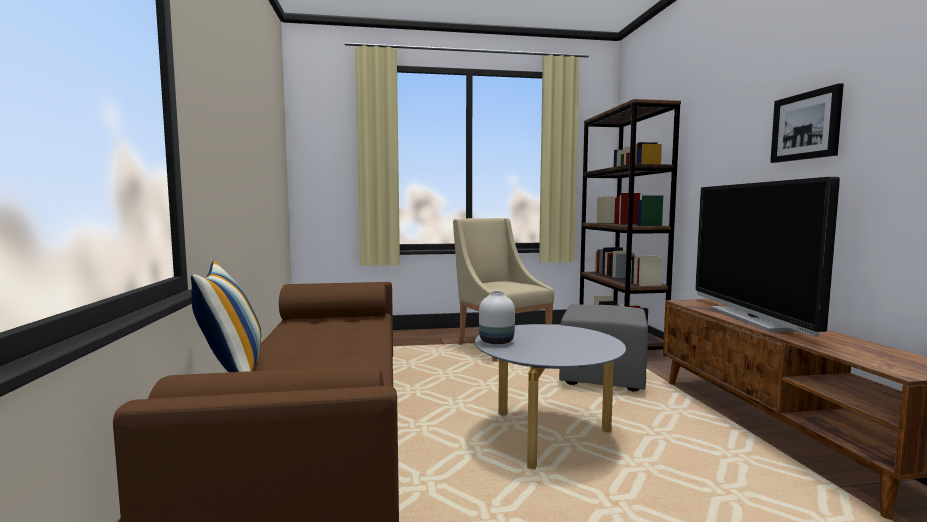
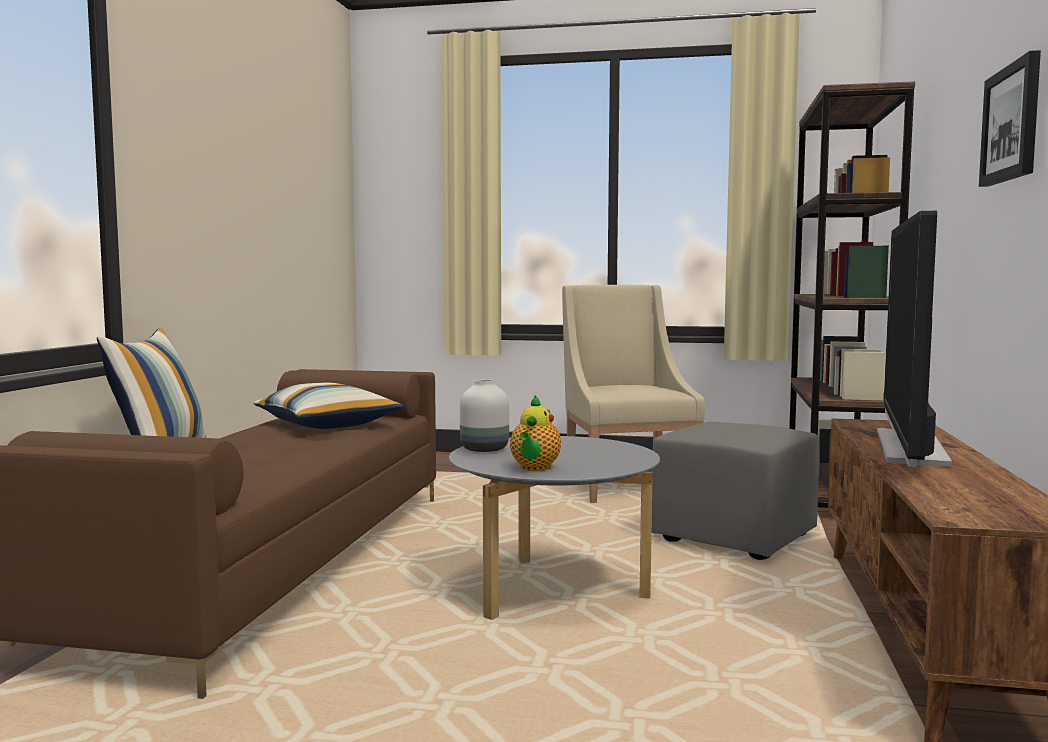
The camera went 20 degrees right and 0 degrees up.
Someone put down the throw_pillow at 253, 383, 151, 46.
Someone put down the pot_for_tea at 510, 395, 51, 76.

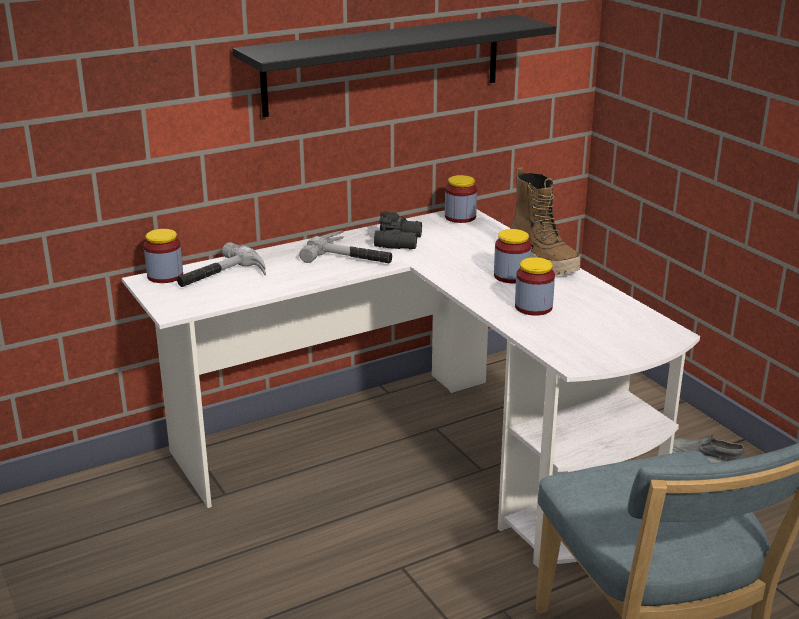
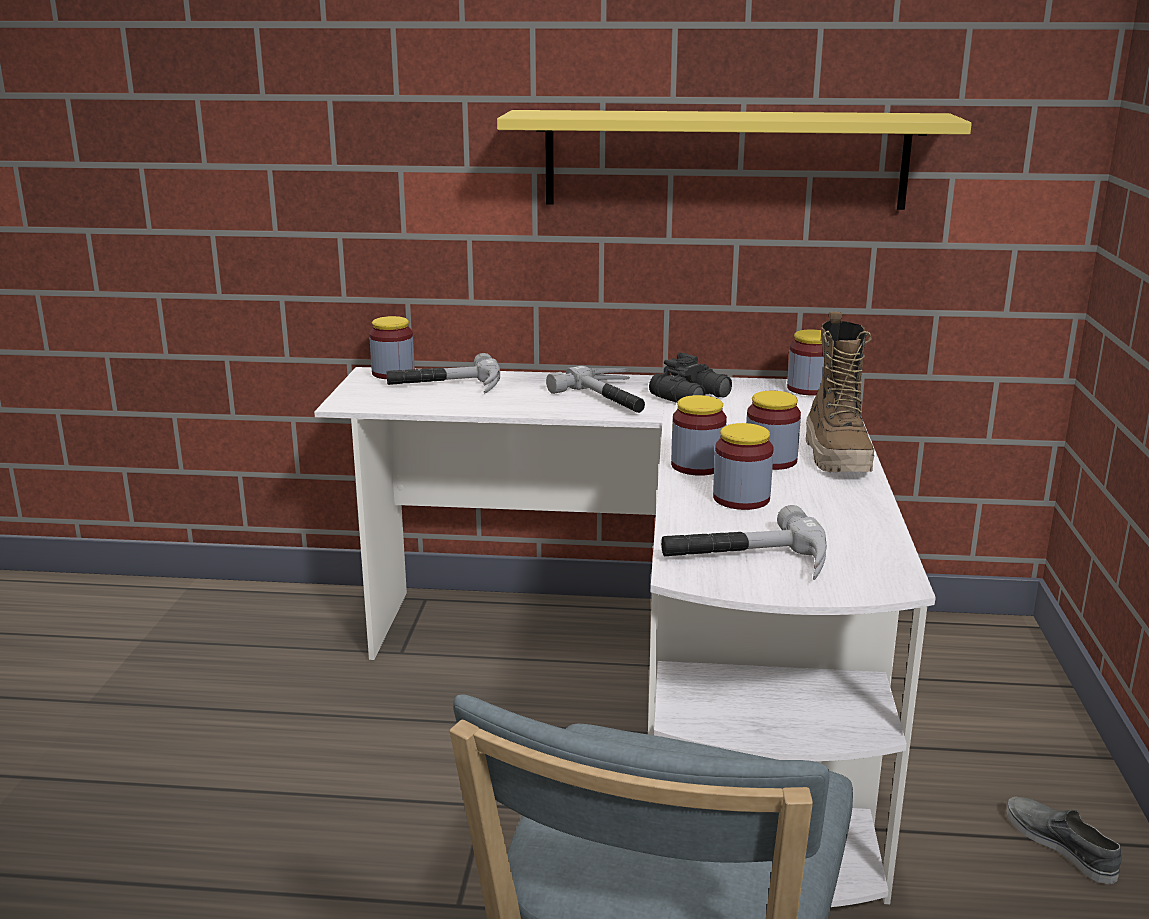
The camera went 35 degrees right and 5 degrees down.
Someone repainted the blackish_shelf at 233, 14, 323, 103, which became the yellow_shelf at 497, 110, 475, 100.
Someone put down the hammer at 661, 505, 165, 75.
Someone put down the jar at 671, 395, 56, 81.

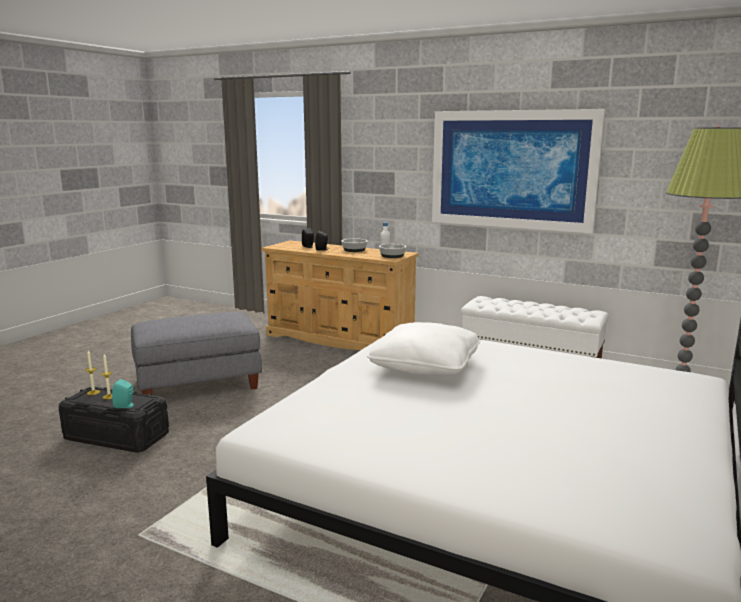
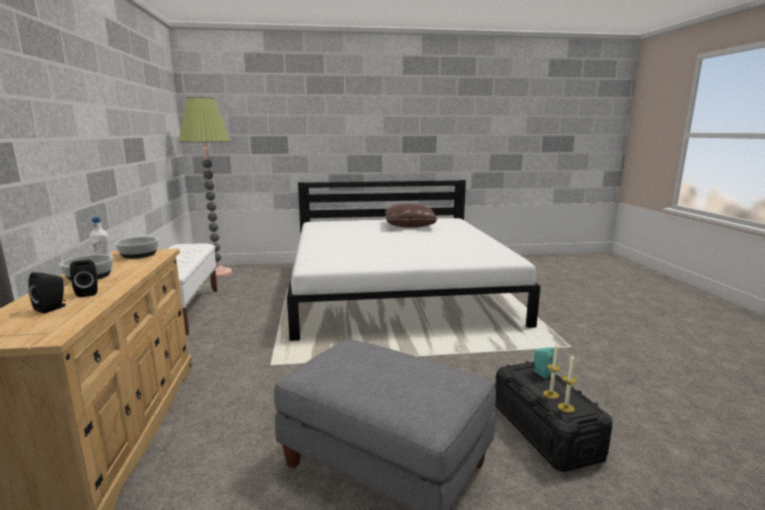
The camera went 125 degrees left and 0 degrees up.
Someone took away the white-coloured_throw_pillow at 367, 322, 113, 54.
Someone took away the wall_art at 432, 109, 173, 125.
Someone put down the brown_throw_pillow at 385, 203, 52, 25.

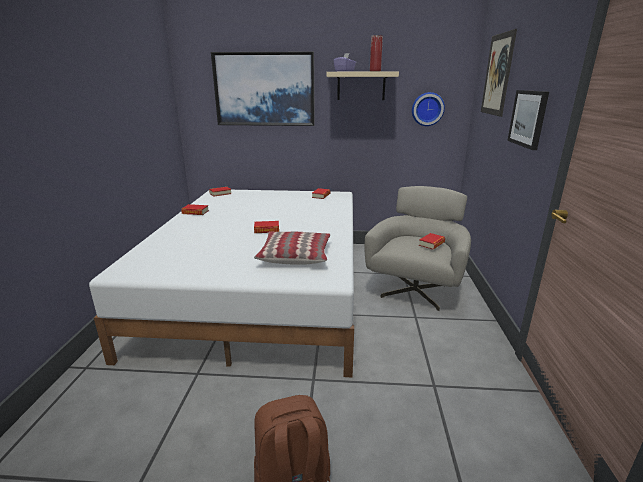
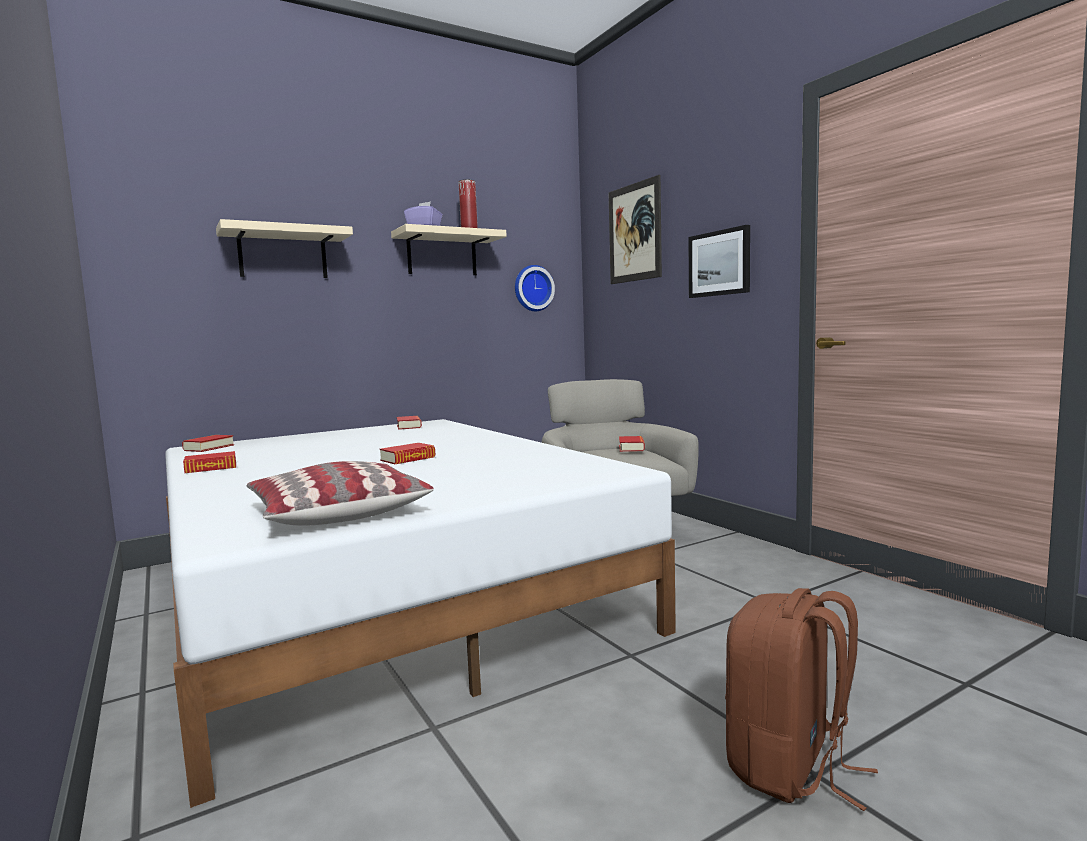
The camera went 35 degrees left and 15 degrees down.
Someone swapped the wall_art at 211, 51, 104, 75 for the sand-coloured_shelf at 216, 219, 137, 59.
Someone carried the throw_pillow from 254, 232, 76, 33 to 247, 461, 187, 65.

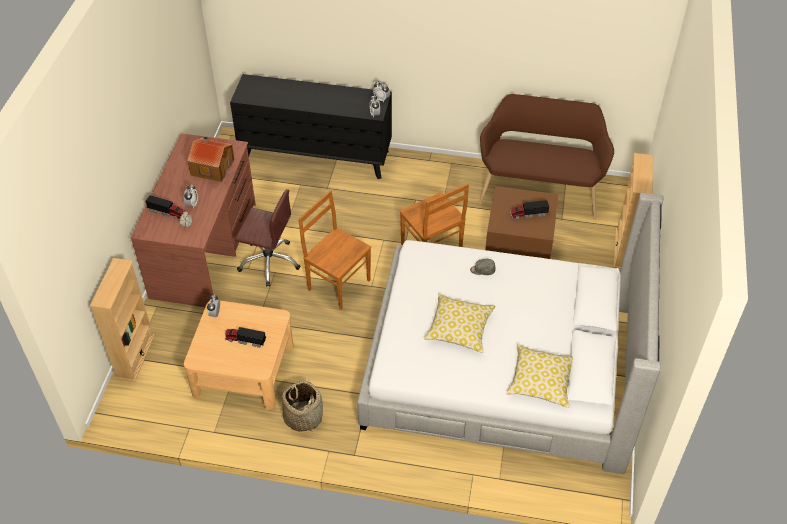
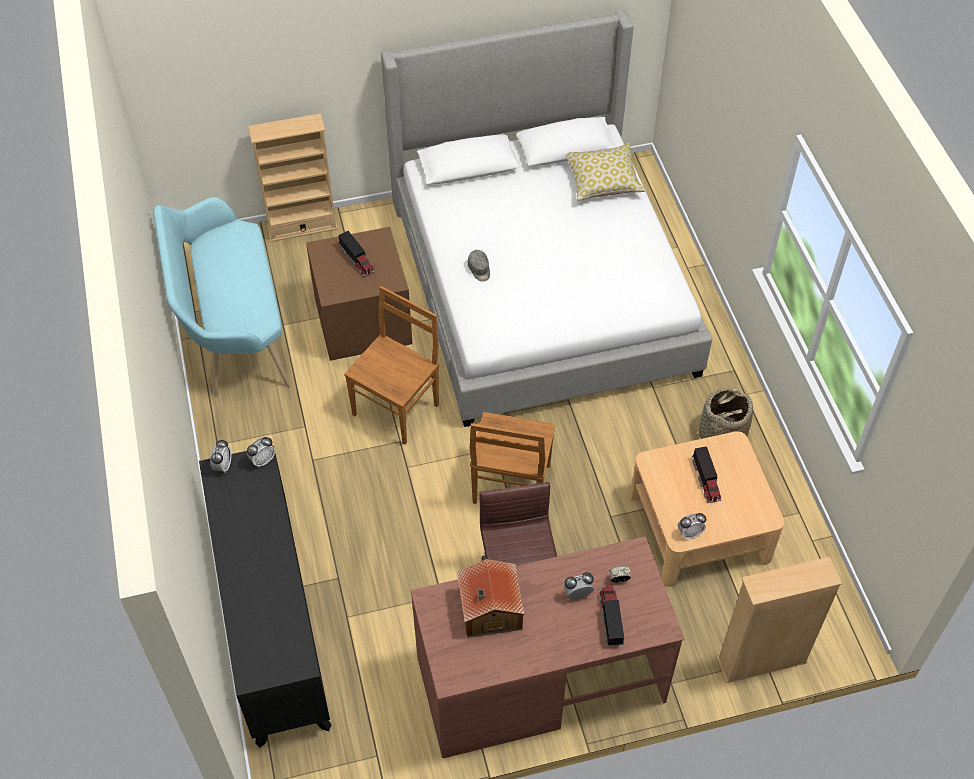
The camera went 115 degrees left and 5 degrees up.
Someone took away the throw_pillow at 424, 294, 71, 59.
Someone repainted the brown_long_seat at 479, 94, 135, 126, which became the blue-green_long_seat at 154, 197, 136, 200.

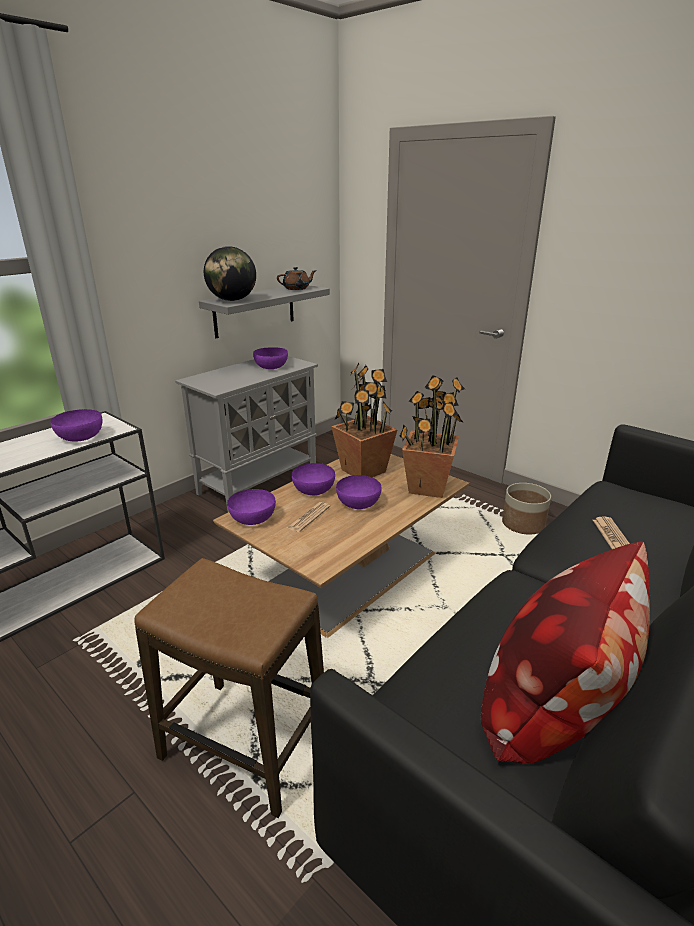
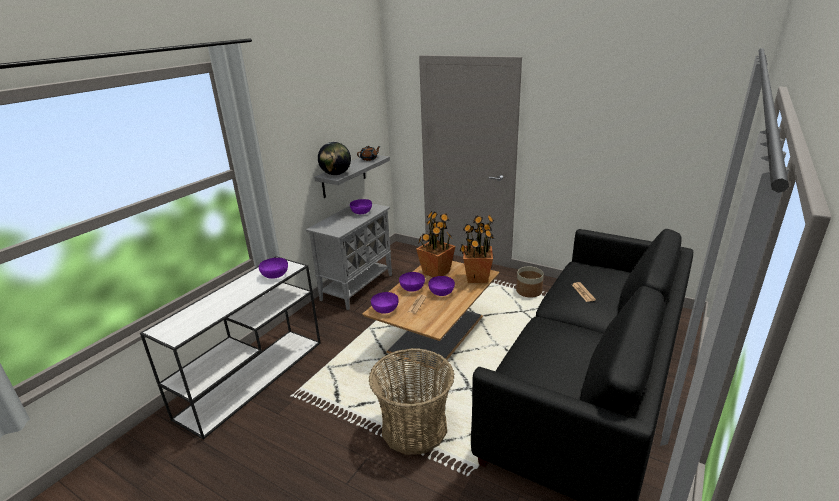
The camera went 10 degrees left and 0 degrees up.
Someone swapped the sitting_stool at 135, 558, 189, 260 for the basket at 369, 348, 85, 107.
Someone took away the throw_pillow at 481, 541, 169, 223.

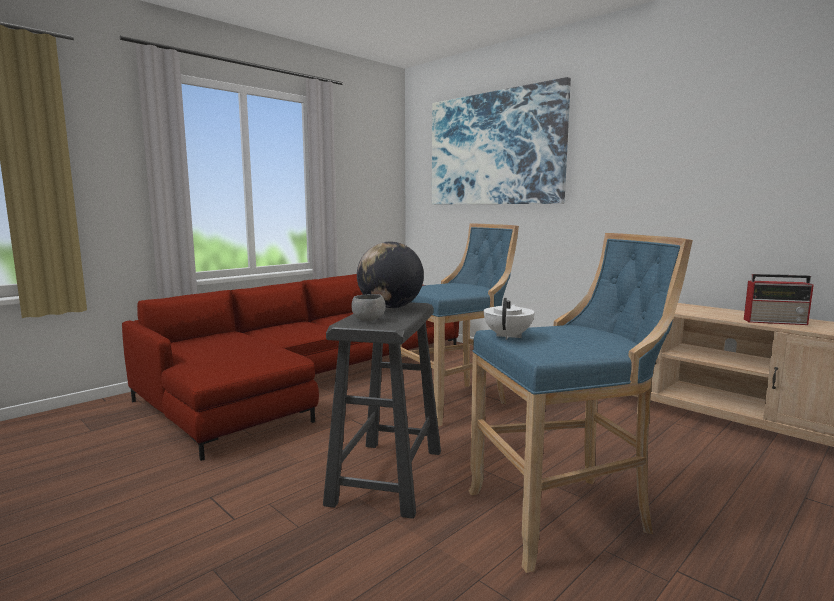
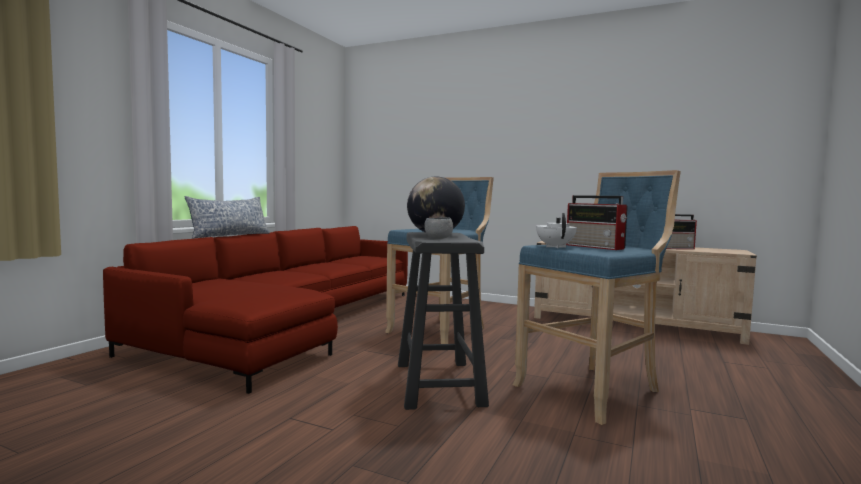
The camera went 20 degrees left and 5 degrees down.
Someone took away the wall_art at 432, 77, 139, 127.
Someone put down the throw_pillow at 184, 196, 86, 42.
Someone put down the radio_receiver at 566, 195, 62, 55.

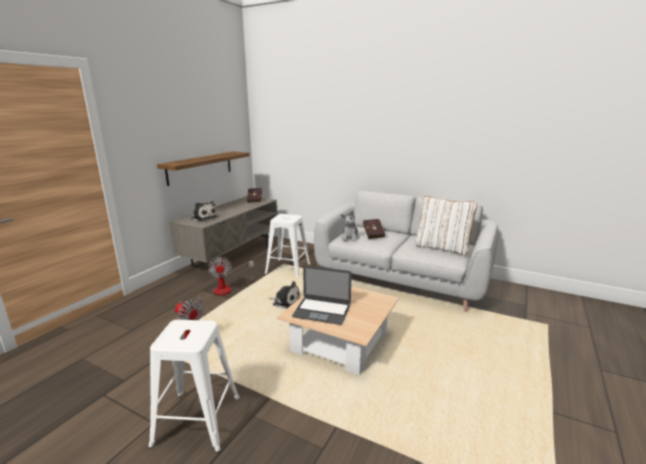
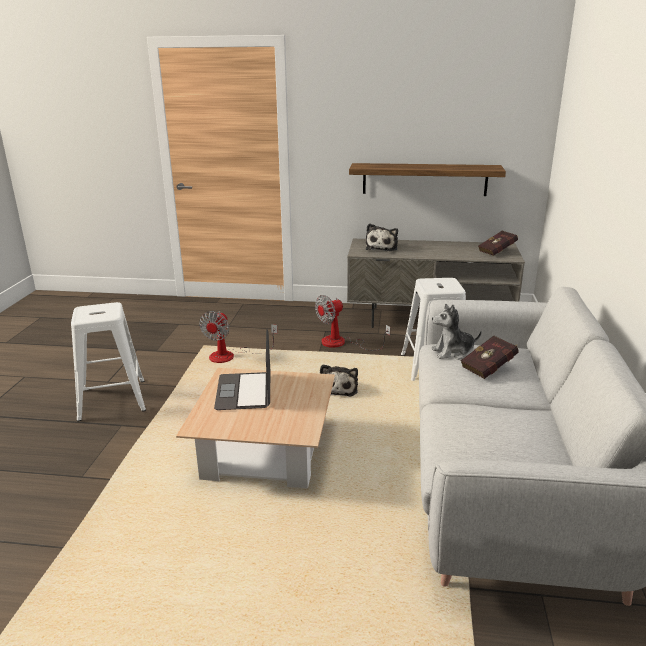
The camera went 70 degrees right and 5 degrees up.
Someone took away the white-coloured_throw_pillow at 415, 196, 62, 59.

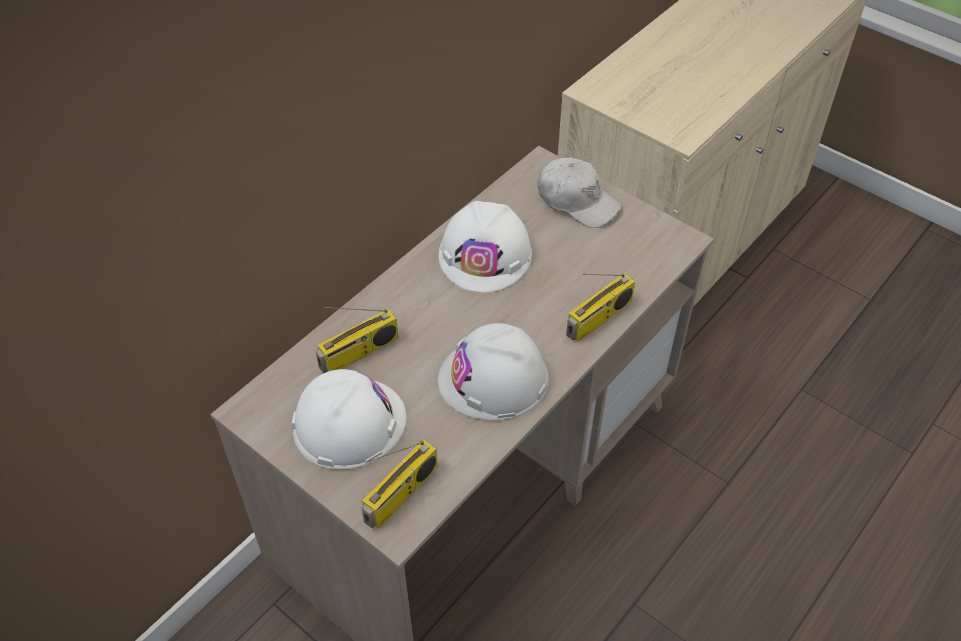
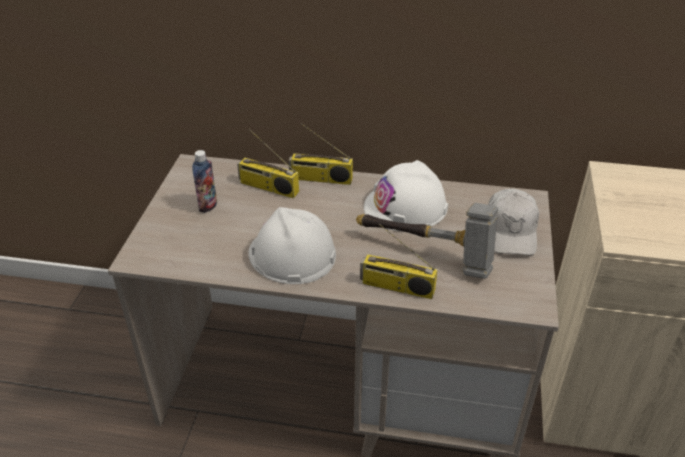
The camera went 60 degrees right and 10 degrees down.
Someone swapped the white-coloured_hard_hat at 292, 369, 114, 101 for the drink_bottle at 192, 150, 25, 63.
Someone carried the radio_receiver from 362, 439, 76, 89 to 288, 123, 65, 62.
Someone put down the hammer at 356, 203, 142, 76.

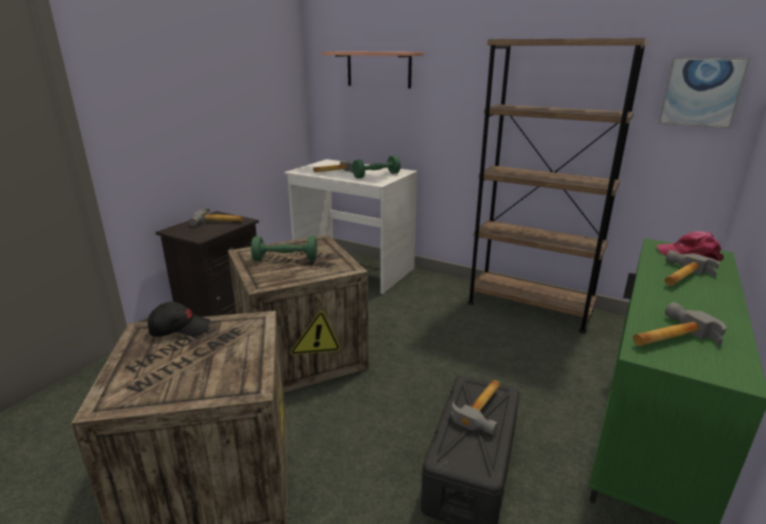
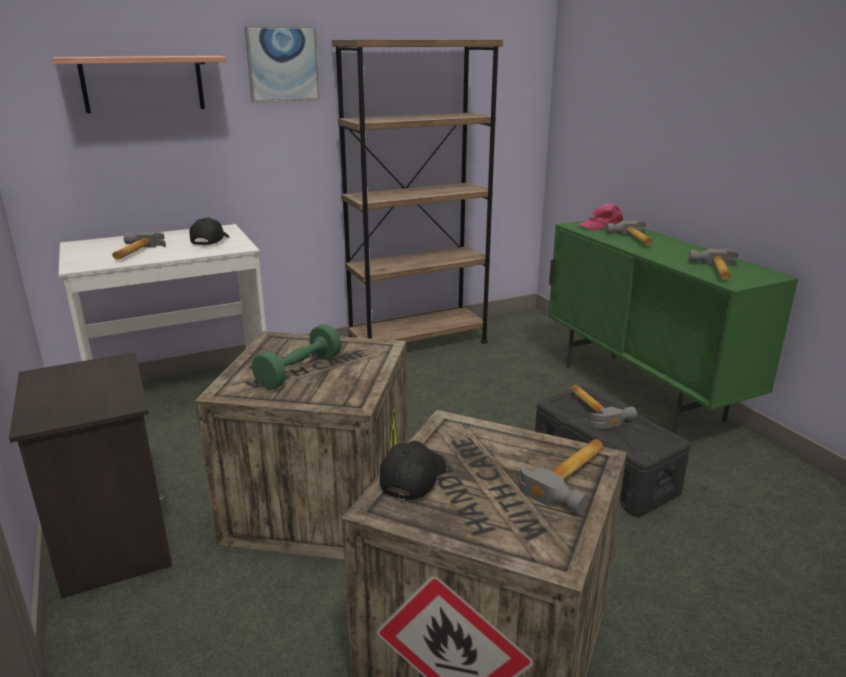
The camera went 55 degrees left and 0 degrees up.
Someone carried the hammer from 189, 208, 54, 18 to 518, 439, 86, 76.
Someone swapped the green-coloured_free_weight at 352, 155, 49, 23 for the blackish_baseball_cap at 189, 217, 40, 28.
Someone carried the wall_art from 658, 58, 92, 70 to 244, 26, 76, 77.

